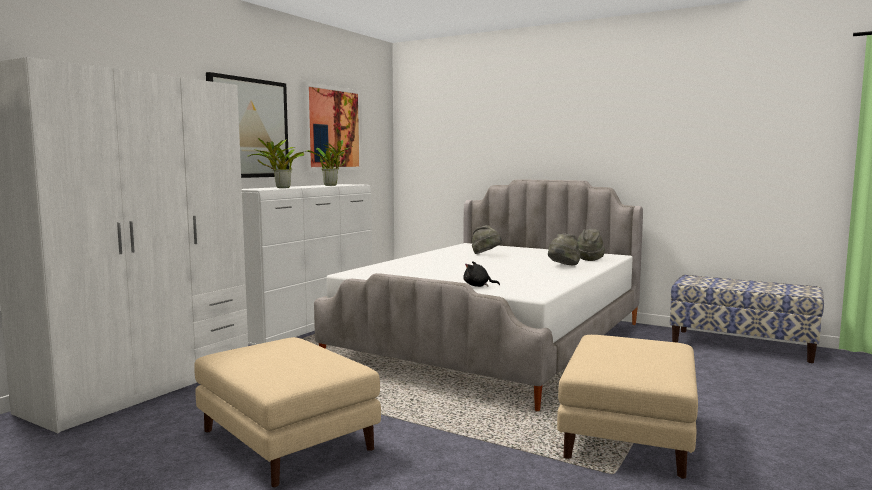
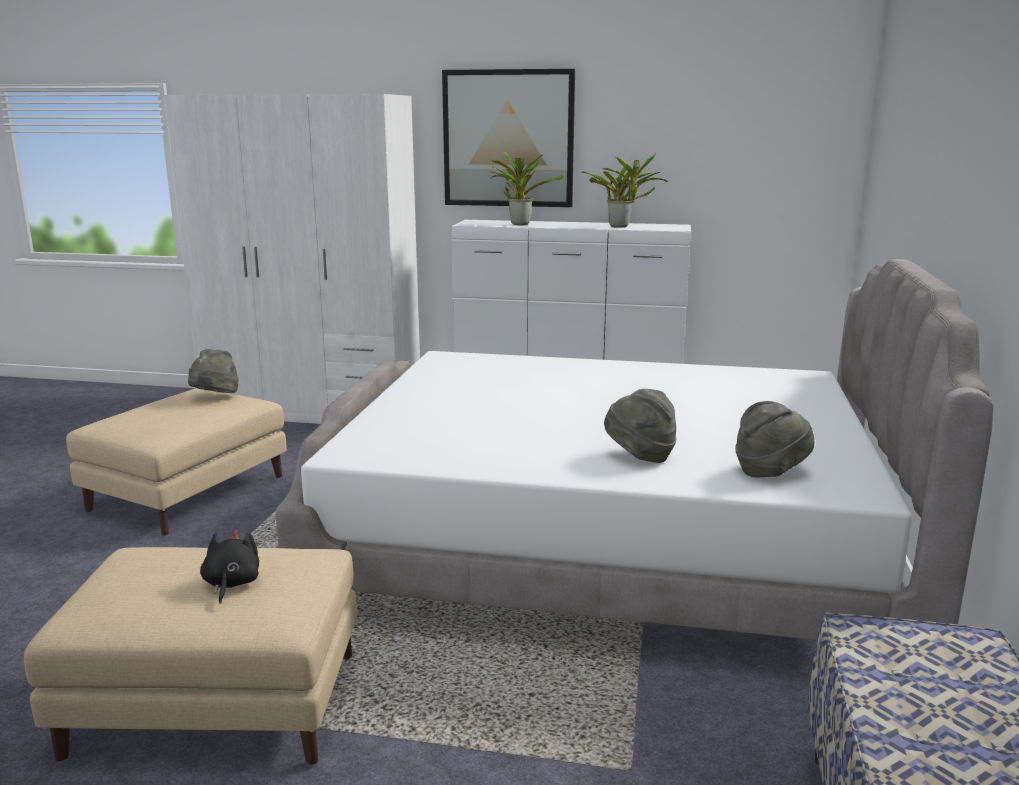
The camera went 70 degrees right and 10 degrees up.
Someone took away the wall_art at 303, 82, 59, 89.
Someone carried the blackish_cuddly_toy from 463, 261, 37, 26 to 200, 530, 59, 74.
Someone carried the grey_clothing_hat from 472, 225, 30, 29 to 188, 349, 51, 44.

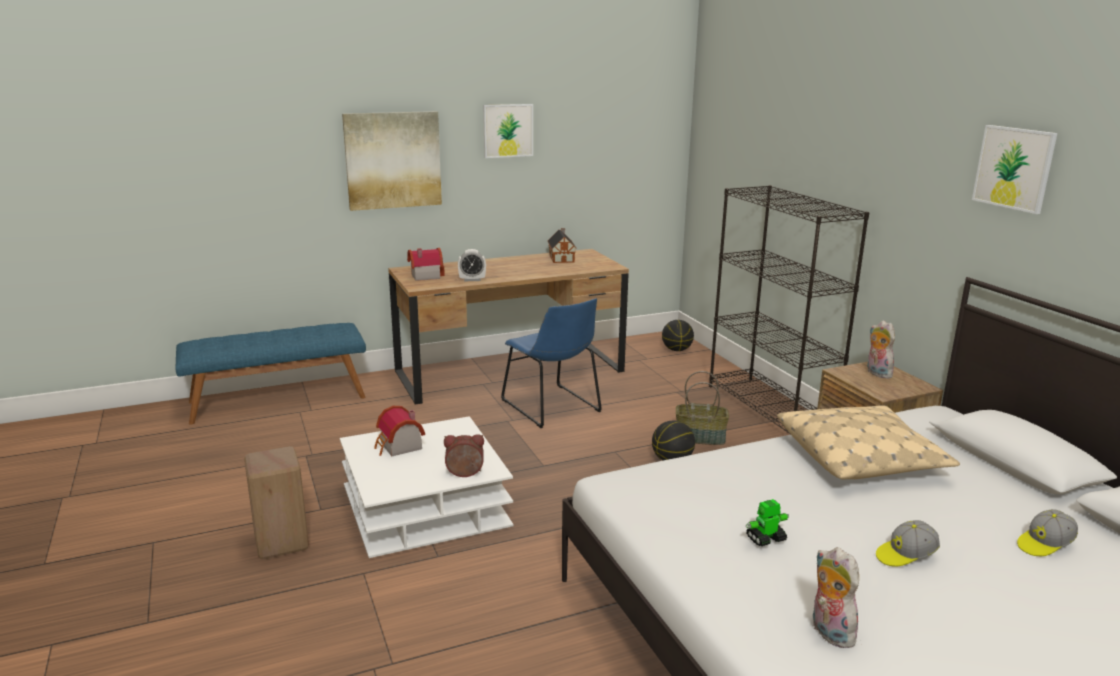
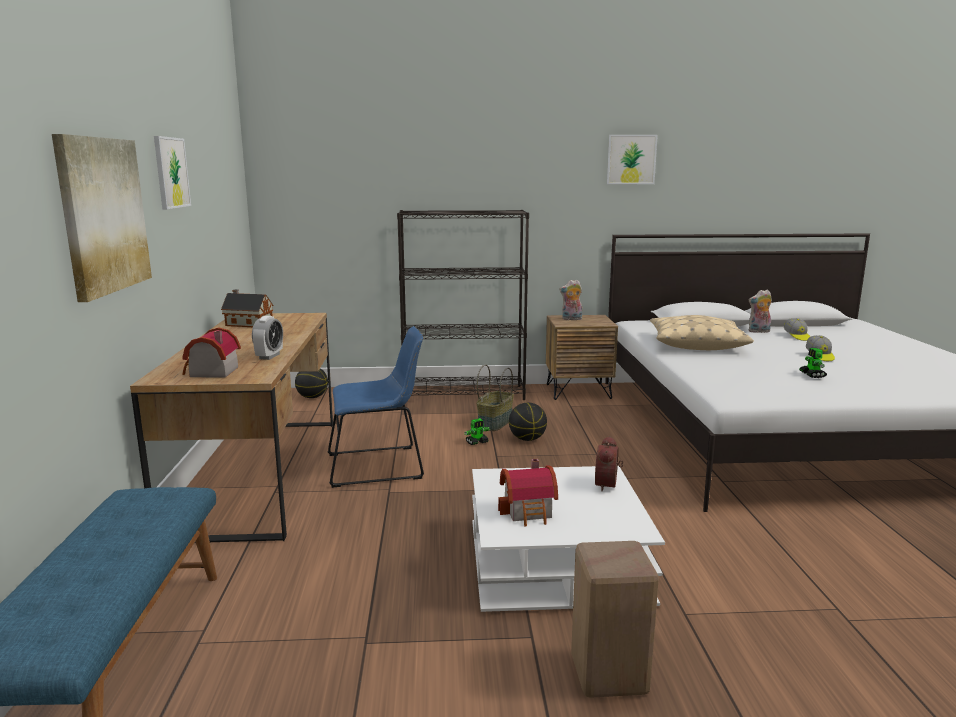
The camera went 70 degrees left and 5 degrees down.
Someone carried the cuddly_toy from 813, 547, 49, 101 to 748, 290, 24, 43.
Someone put down the robot_figure at 464, 418, 26, 27.

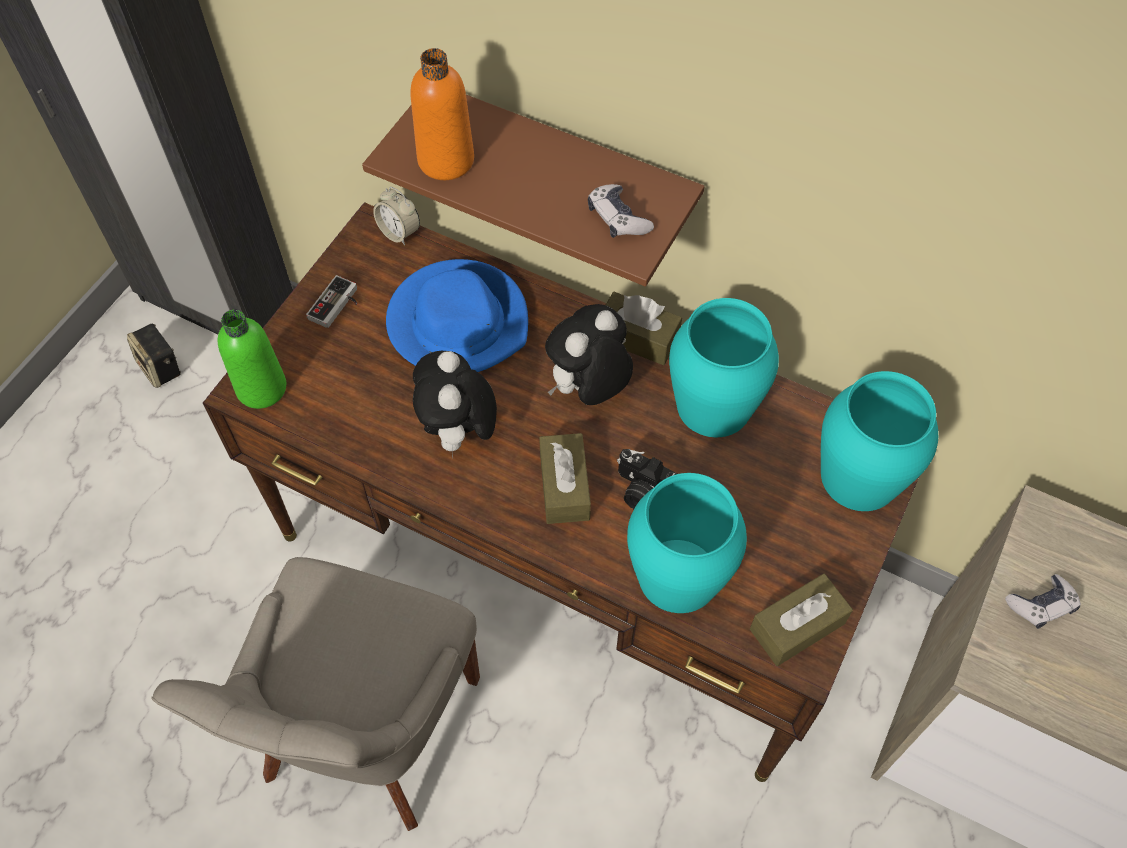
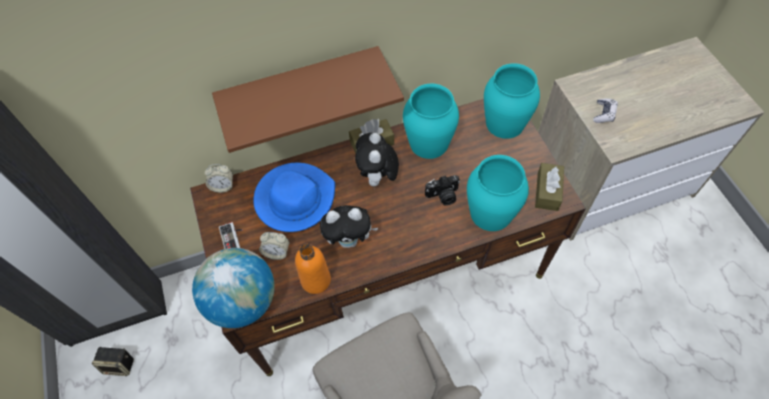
The camera went 45 degrees left and 0 degrees up.
Someone swapped the green-coloured_drink_bottle at 217, 309, 69, 100 for the globe at 192, 248, 82, 80.
Someone carried the orange_drink_bottle from 411, 48, 63, 132 to 295, 244, 36, 50.
Someone rotated the cuddly_toy at 413, 351, 84, 107 by 45 degrees counterclockwise.
Someone took away the brown_box_of_tissues at 539, 433, 52, 91.
Someone took away the joypad at 588, 184, 66, 54.
Someone put down the alarm_clock at 259, 232, 30, 28.

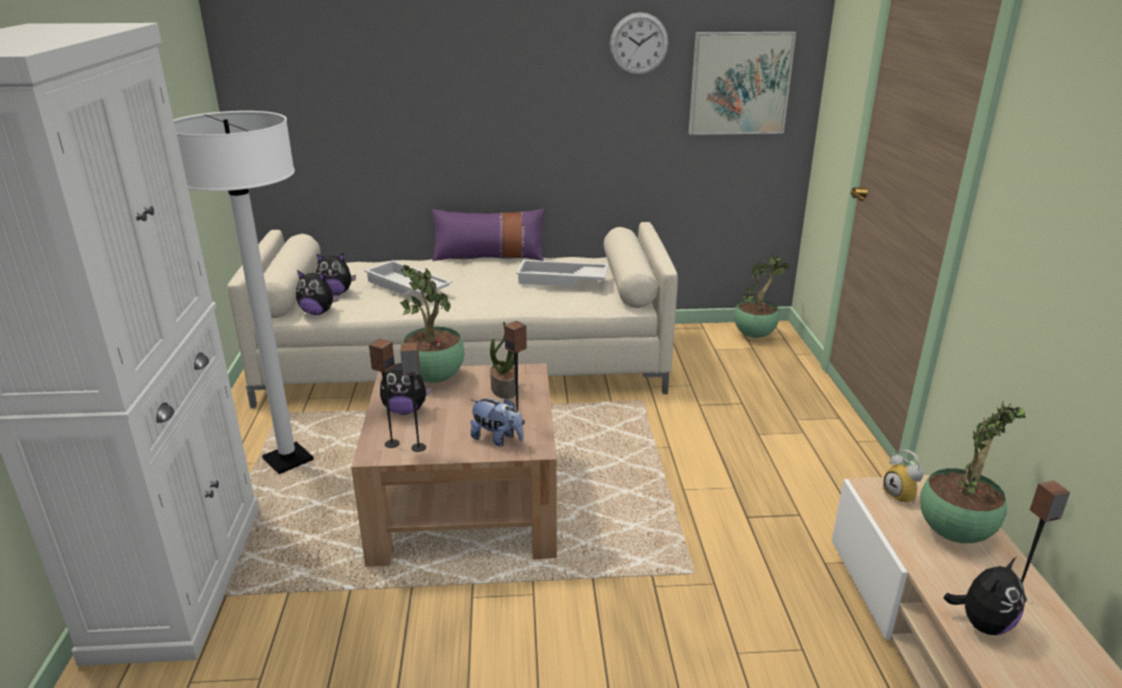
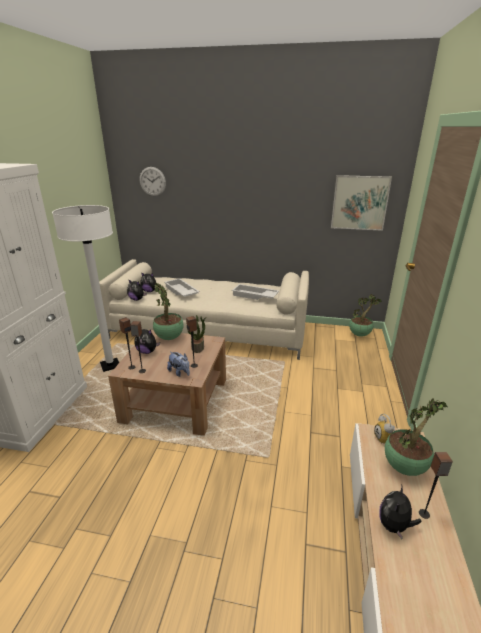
The camera went 15 degrees right and 0 degrees up.
Someone took away the purple_throw_pillow at 432, 209, 113, 52.
Someone carried the hanging_clock from 609, 12, 59, 63 to 140, 167, 26, 29.
Someone rotated the cuddly_toy at 943, 557, 82, 78 by 150 degrees clockwise.

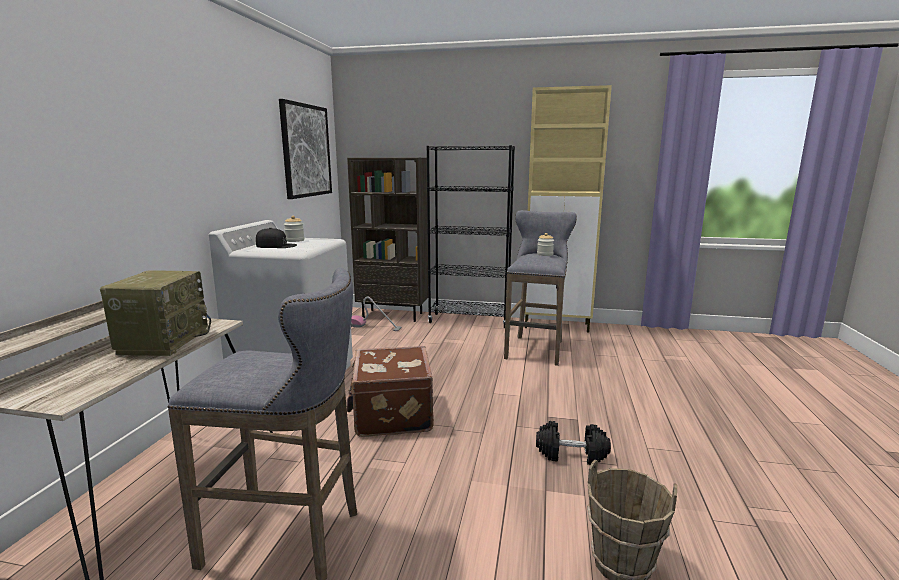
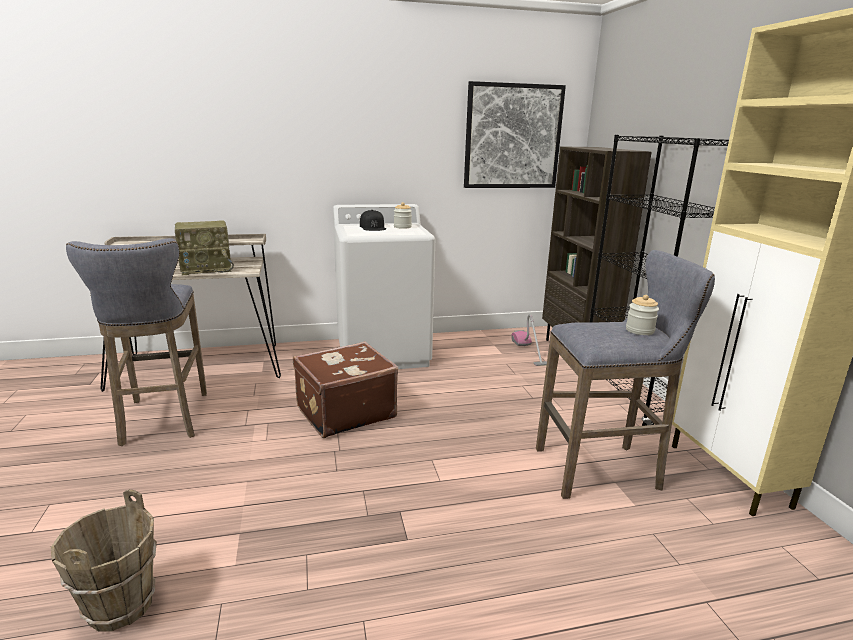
The camera went 65 degrees right and 5 degrees up.
Someone took away the blackish_free_weight at 536, 421, 75, 44.

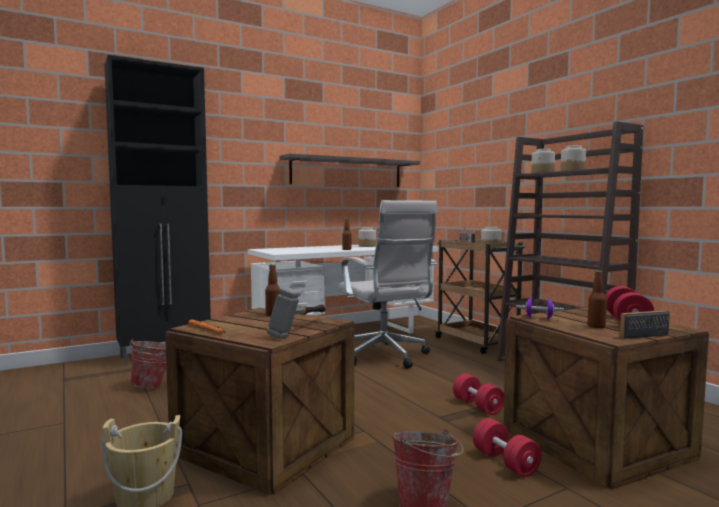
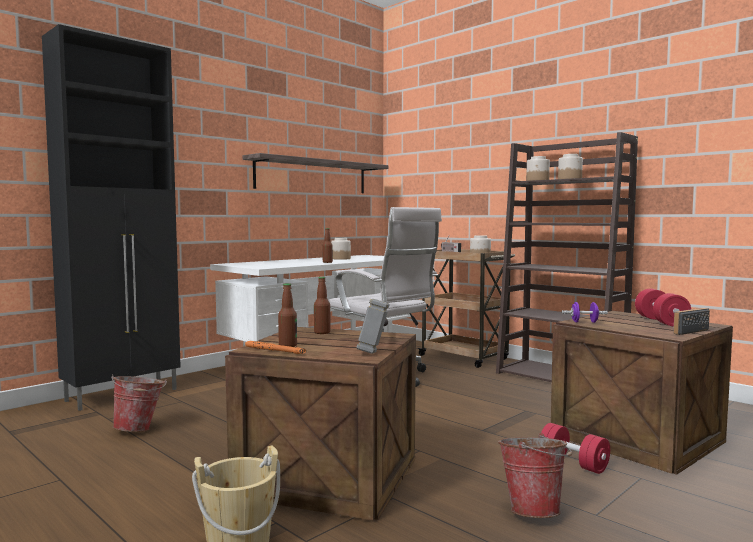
The camera went 15 degrees left and 0 degrees up.
Someone took away the reddish_free_weight at 453, 373, 51, 42.
Someone carried the drink_bottle from 588, 270, 19, 58 to 278, 283, 19, 64.

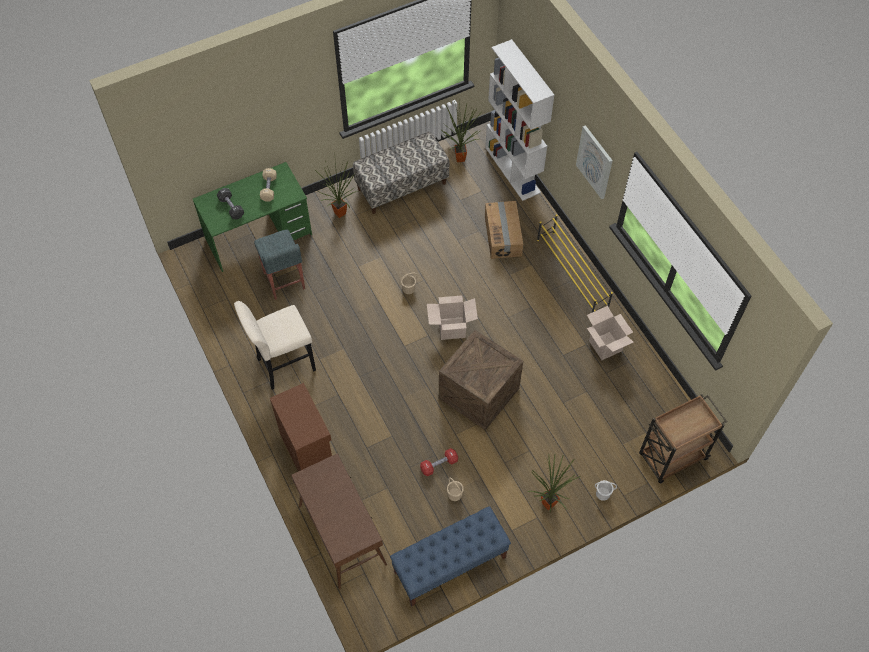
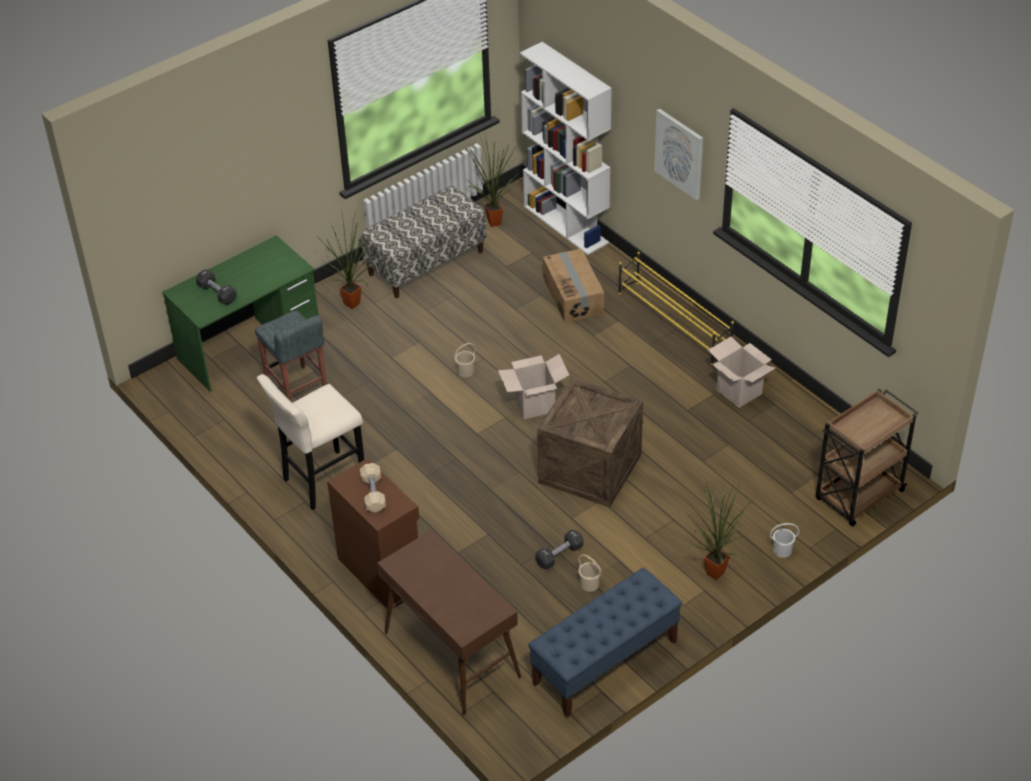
The camera went 10 degrees left and 15 degrees down.
Someone carried the sand-coloured_free_weight from 260, 168, 17, 34 to 360, 463, 26, 50.
Someone repainted the reddish_free_weight at 420, 448, 38, 28, which became the blackish_free_weight at 536, 530, 47, 39.

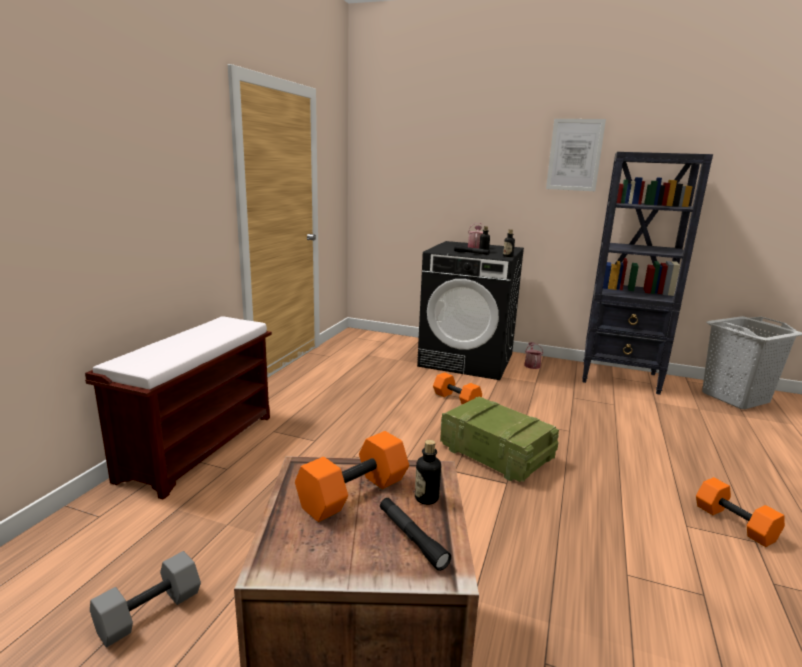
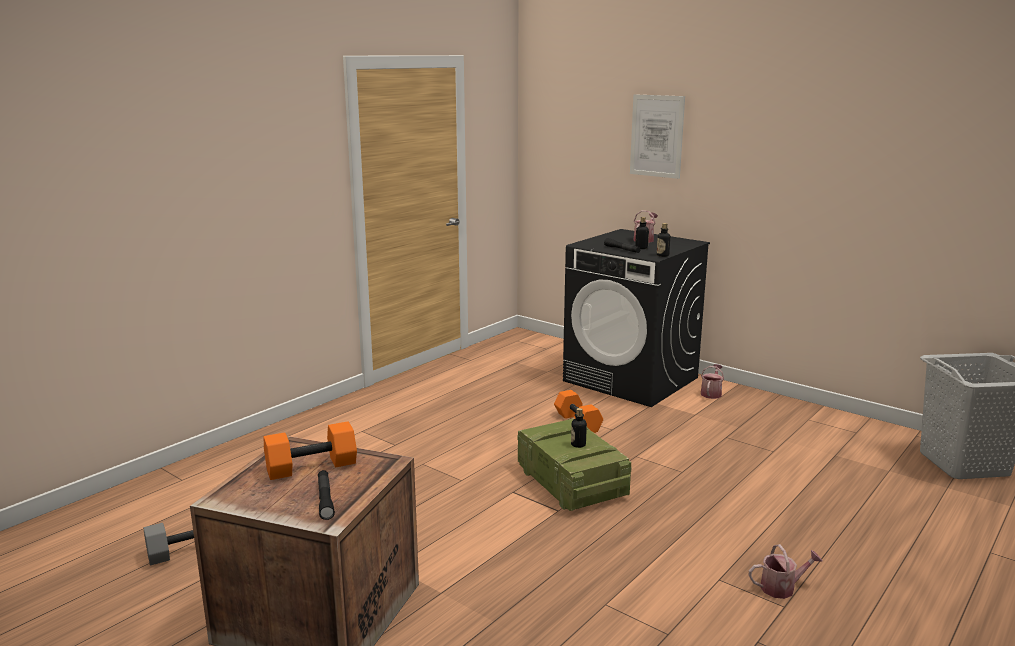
The camera went 20 degrees right and 0 degrees up.
Someone took away the brown_long_seat at 85, 316, 187, 184.
Someone carried the drink_bottle from 415, 440, 26, 65 to 571, 408, 16, 40.
Someone carried the wall_art from 546, 119, 60, 72 to 630, 94, 55, 85.
Someone took away the blackish_bookshelf at 582, 152, 131, 243.
Someone swapped the orange_free_weight at 696, 477, 89, 70 for the watering_can at 749, 544, 74, 55.

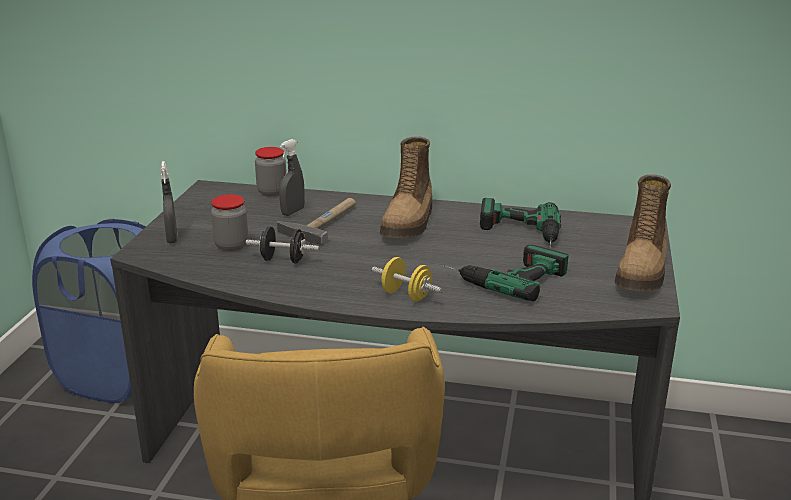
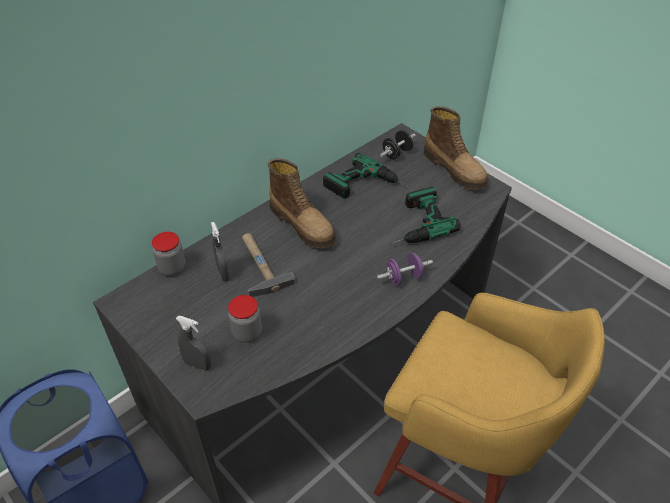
The camera went 55 degrees left and 20 degrees up.
Someone carried the blackish_free_weight from 246, 226, 73, 37 to 380, 130, 36, 29.
Someone repainted the yellow_free_weight at 372, 257, 70, 45, which became the purple_free_weight at 377, 253, 56, 33.

